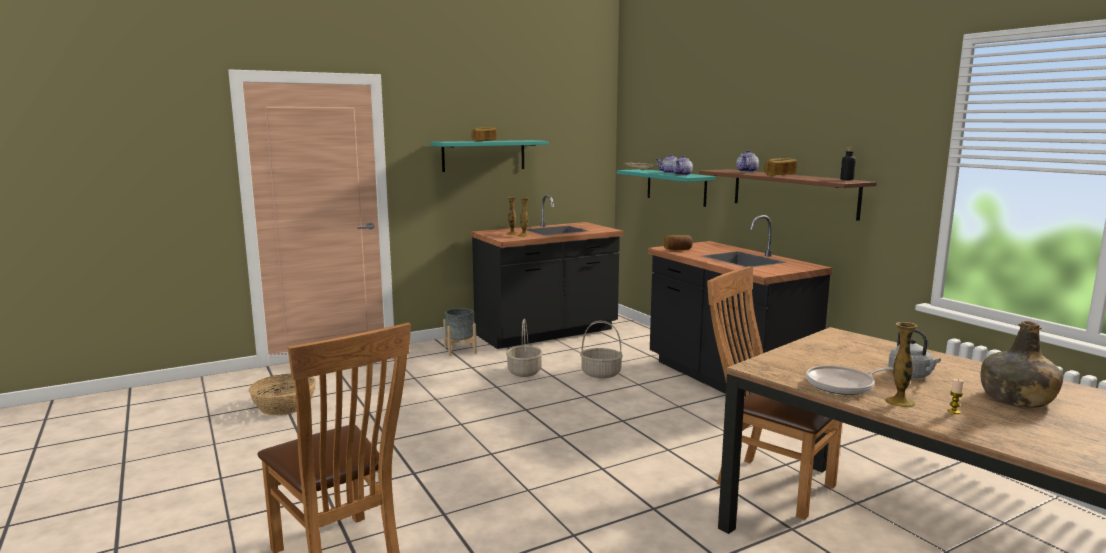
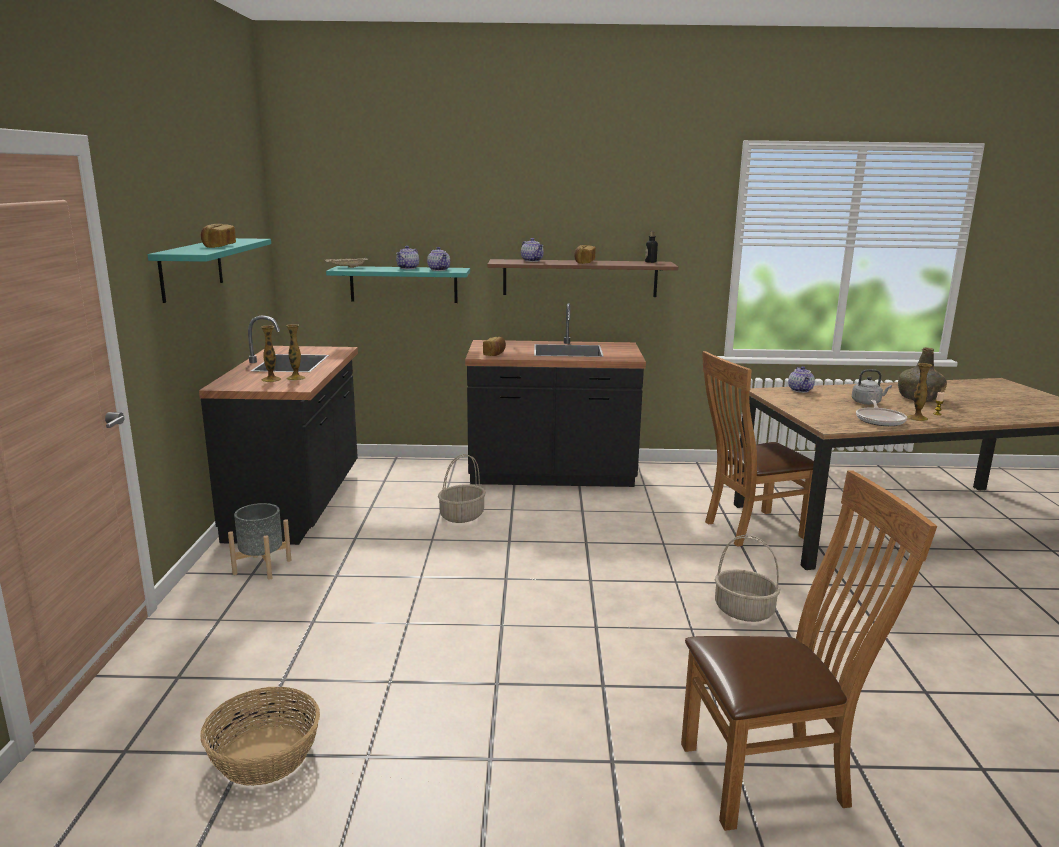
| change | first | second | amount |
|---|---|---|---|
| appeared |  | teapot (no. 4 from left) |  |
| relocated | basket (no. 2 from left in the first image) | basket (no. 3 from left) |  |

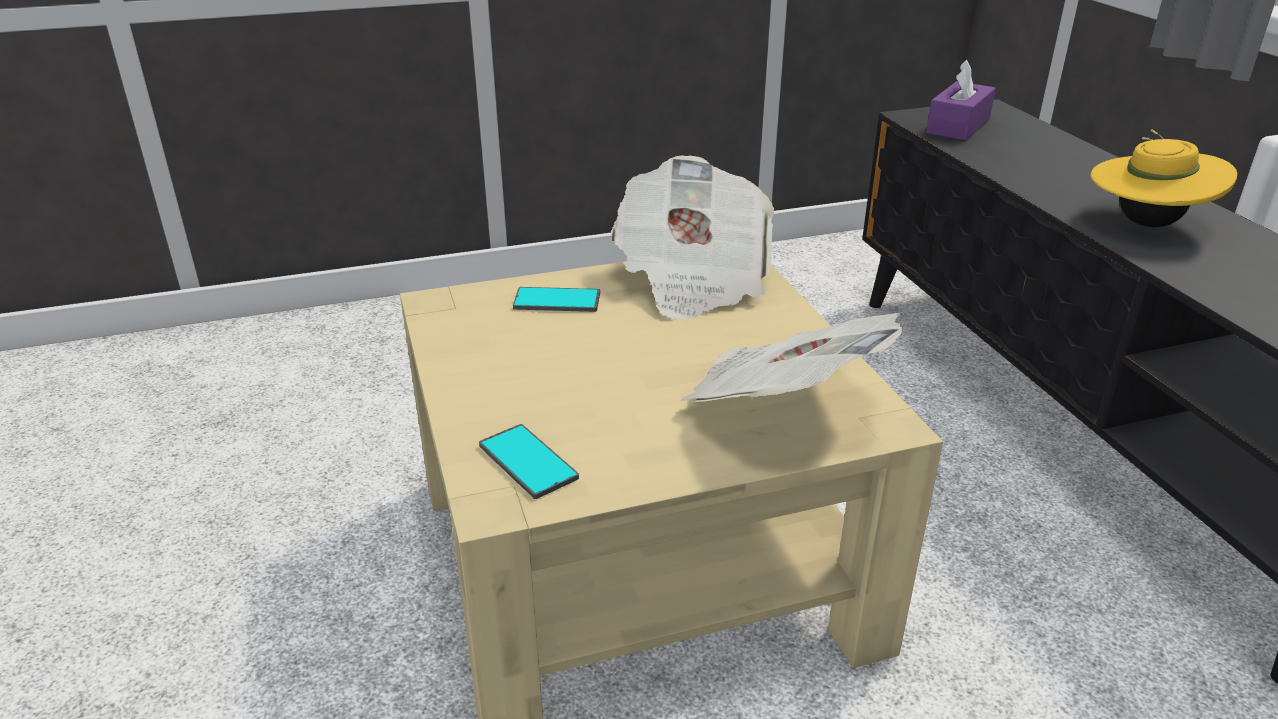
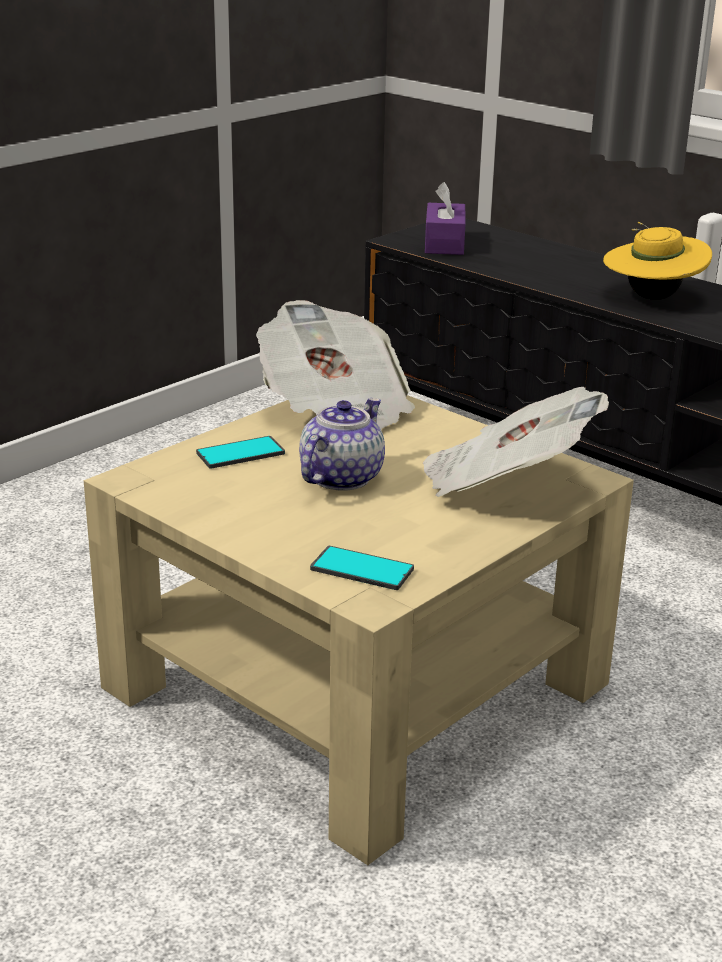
| change | first | second | amount |
|---|---|---|---|
| appeared |  | teapot |  |

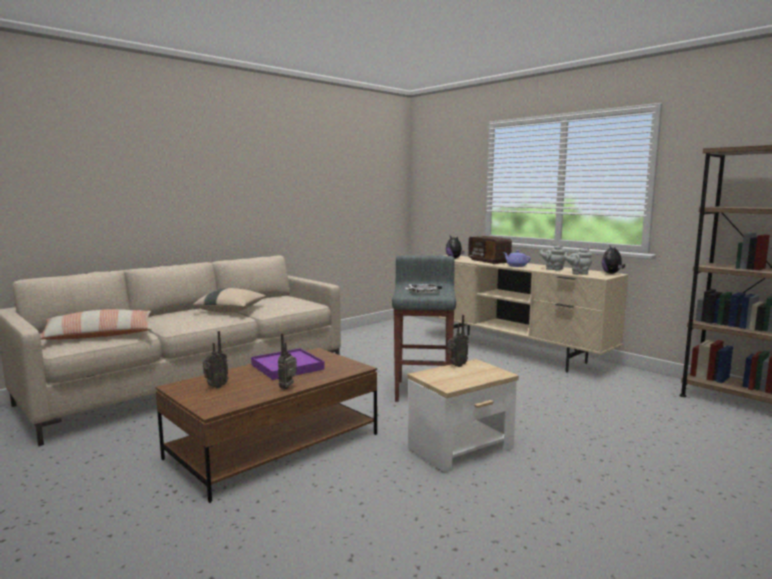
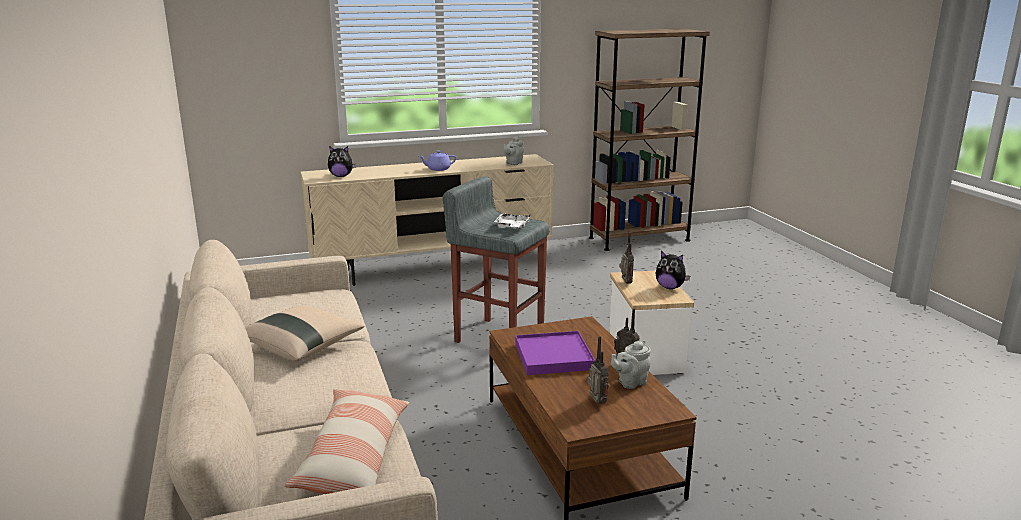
| change | first | second | amount |
|---|---|---|---|
| missing | radio (no. 4 from left) |  |  |
| relocated | grey teapot (no. 1 from left in the first image) | grey teapot (no. 2 from left) |  |
| relocated | plush toy (no. 2 from left) |  |  |

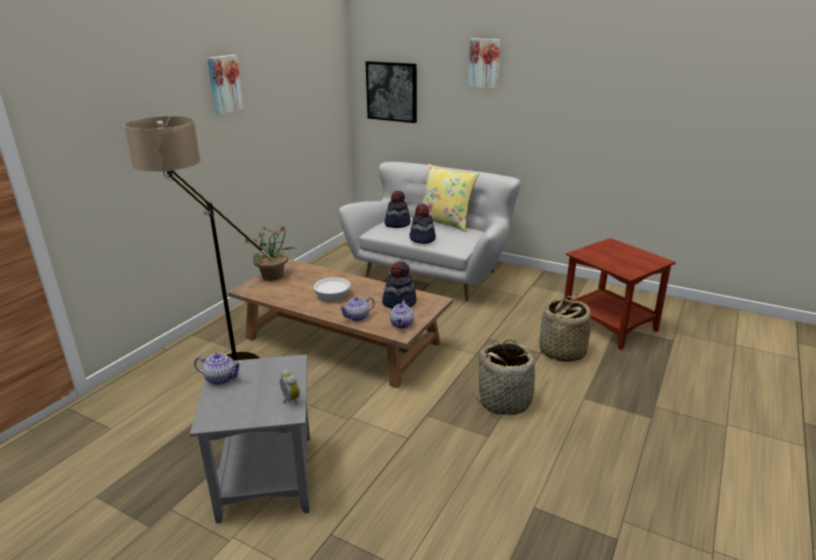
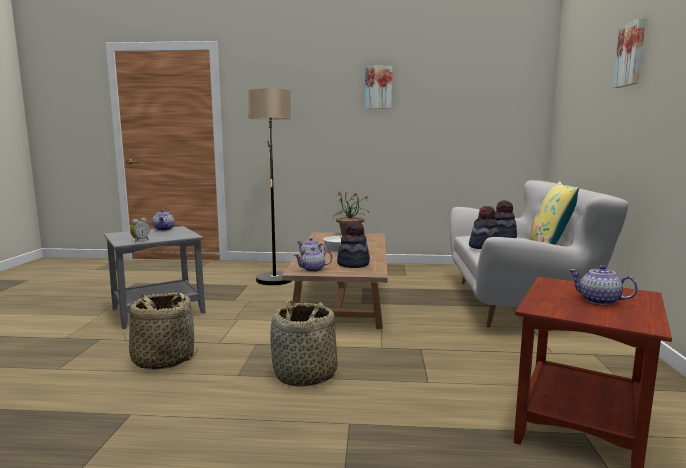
| change | first | second | amount |
|---|---|---|---|
| missing | picture (no. 2 from left) |  |  |
| appeared |  | teapot (no. 4 from left) |  |
| relocated | basket (no. 2 from left in the first image) | basket (no. 1 from left) |  |

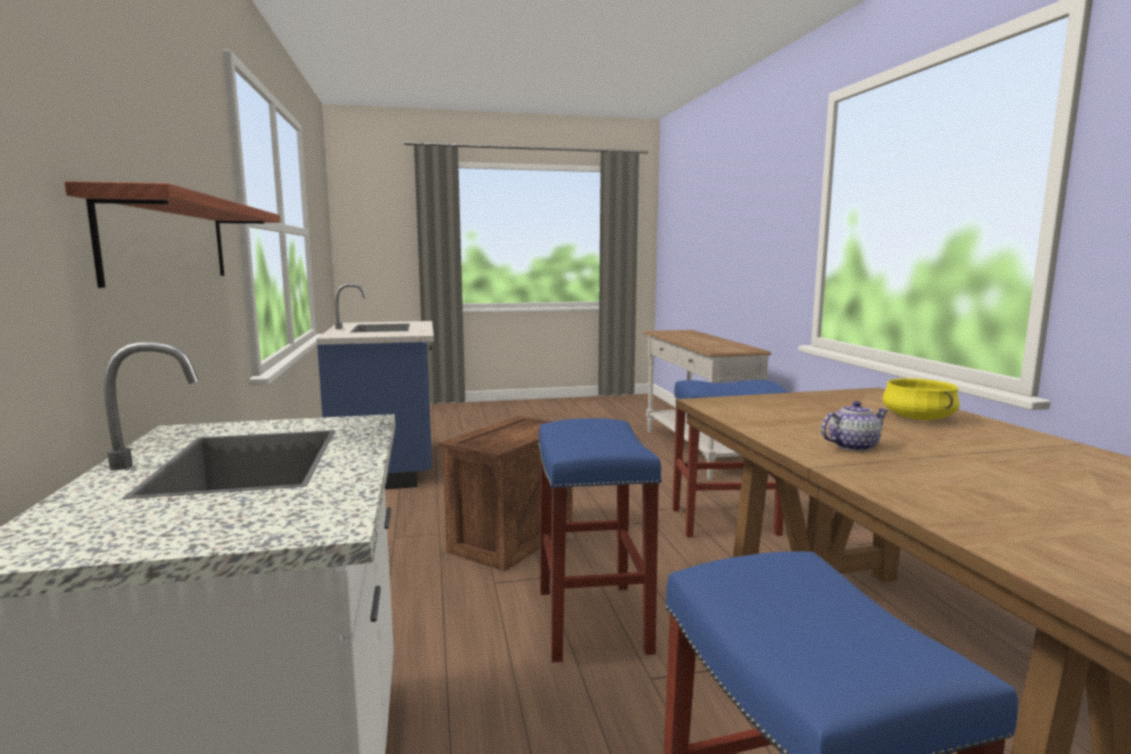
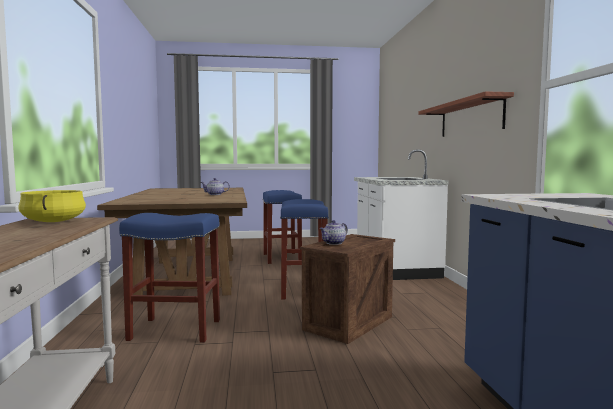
| change | first | second | amount |
|---|---|---|---|
| appeared |  | teapot (no. 2 from left) |  |
| relocated | yellow cooking pot |  |  |

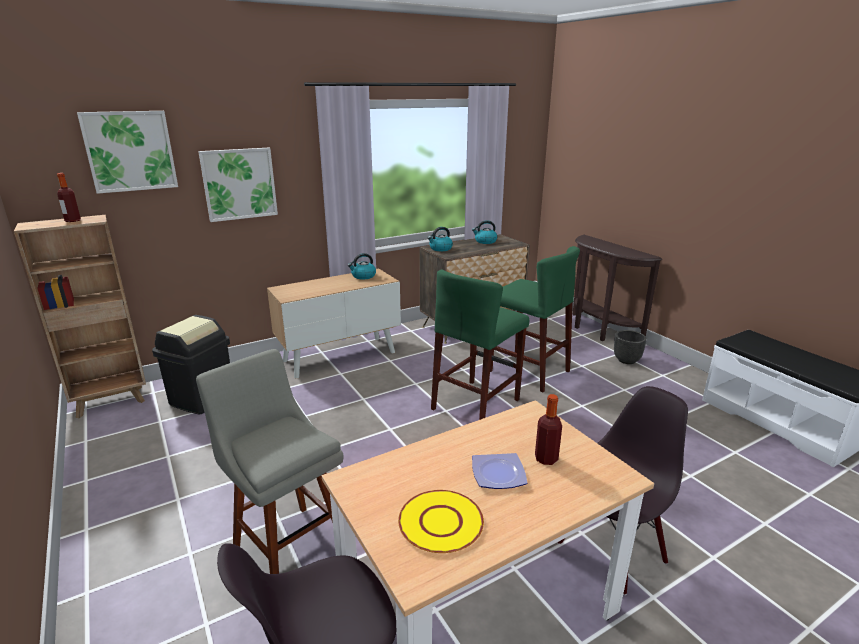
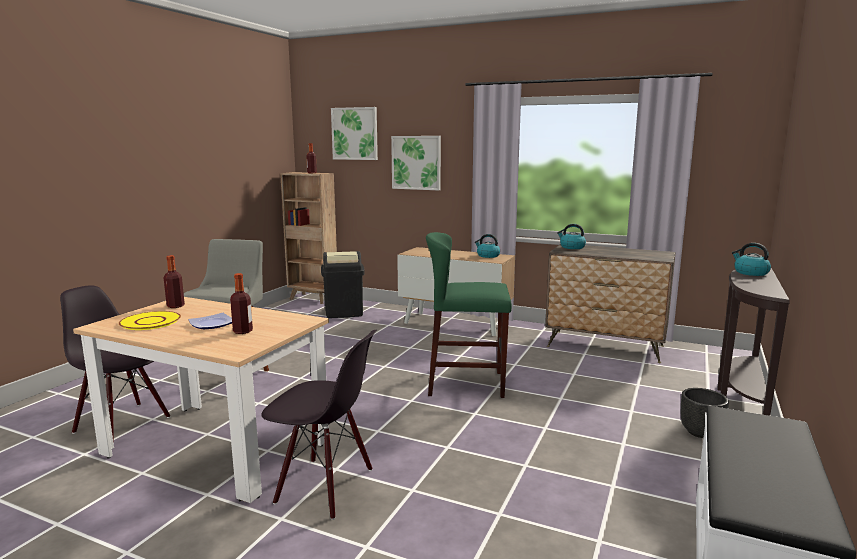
| change | first | second | amount |
|---|---|---|---|
| missing | green stool (no. 2 from left) |  |  |
| appeared |  | bottle (no. 1 from left) |  |
| relocated | kettle (no. 3 from left) |  |  |

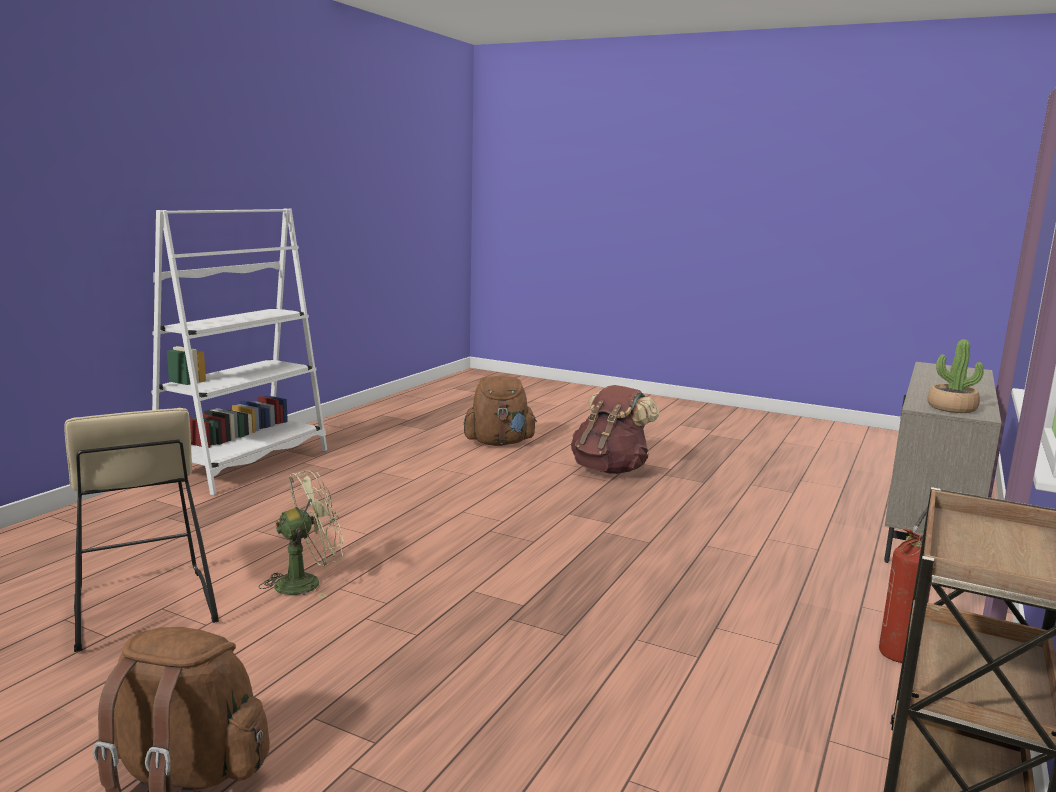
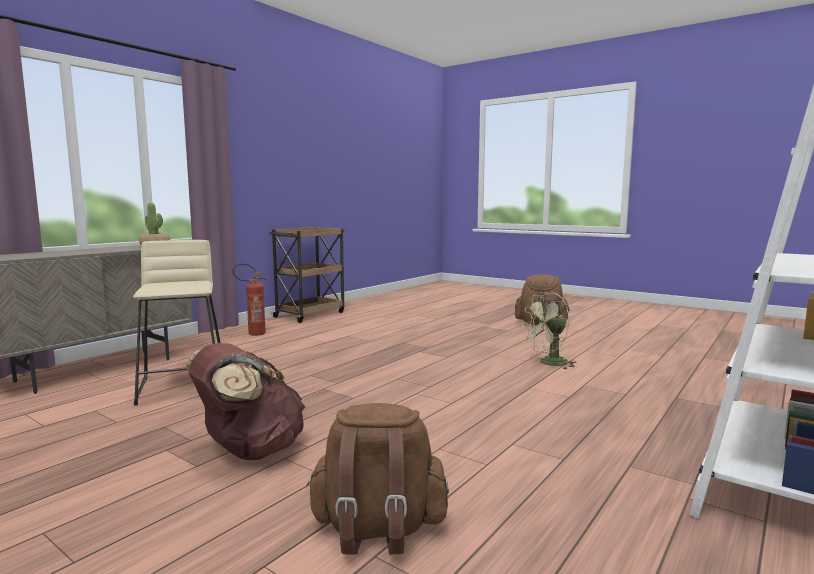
| change | first | second | amount |
|---|---|---|---|
| relocated | beige stool |  |  |

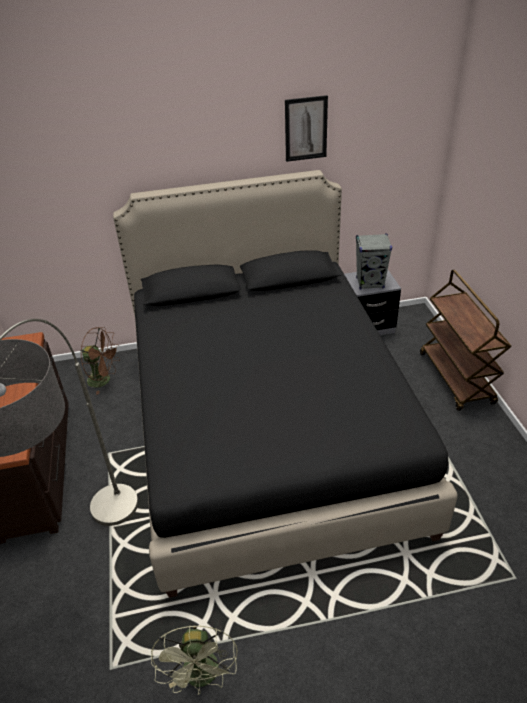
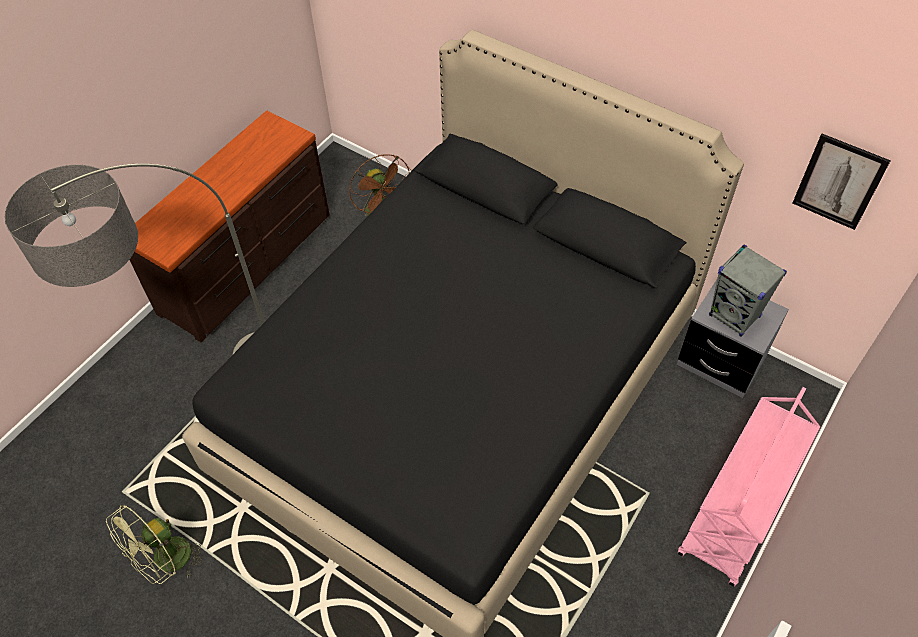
| change | first | second | amount |
|---|---|---|---|
| relocated | picture |  |  |
| colour | brown cart | pink cart |  |

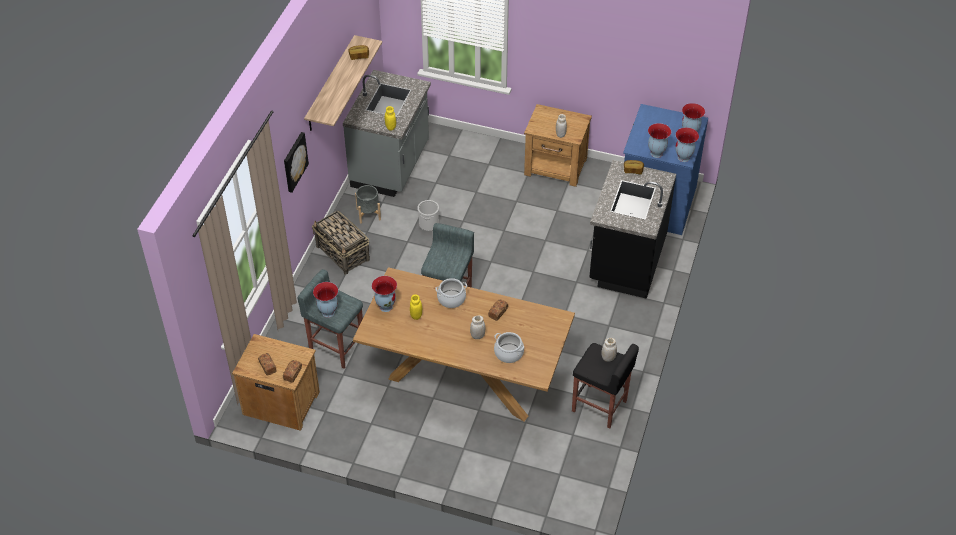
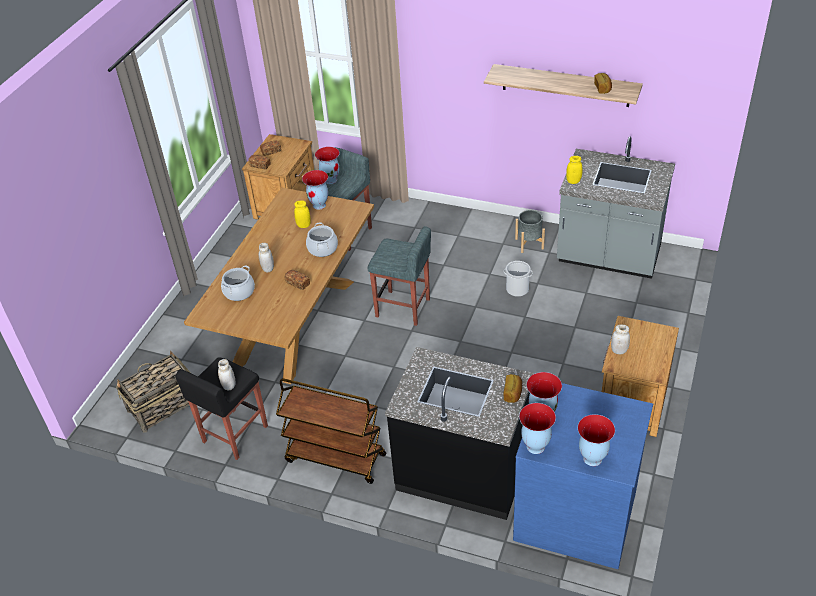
| change | first | second | amount |
|---|---|---|---|
| missing | picture |  |  |
| appeared |  | brown cart |  |
| relocated | basket |  |  |

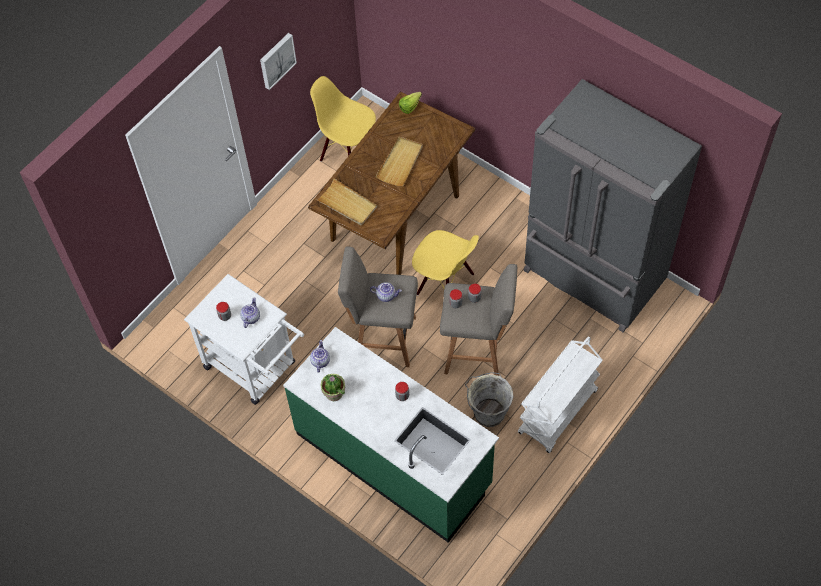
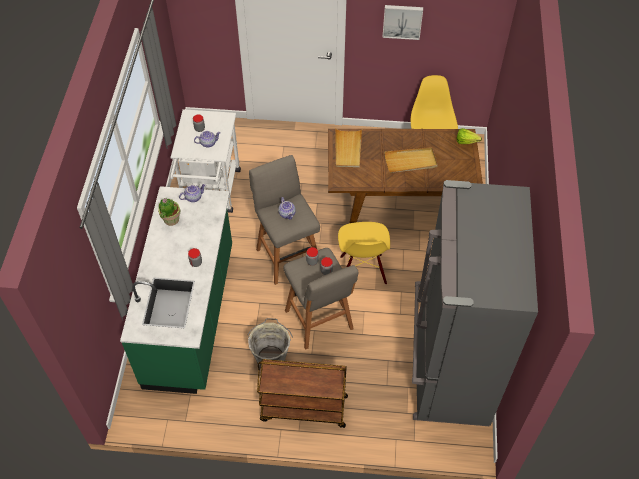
| change | first | second | amount |
|---|---|---|---|
| colour | white cart (no. 2 from left) | brown cart |  |

